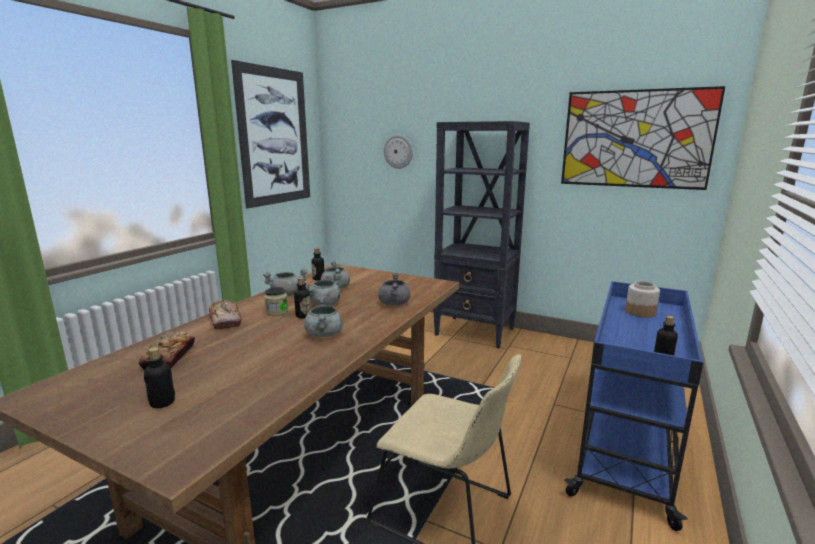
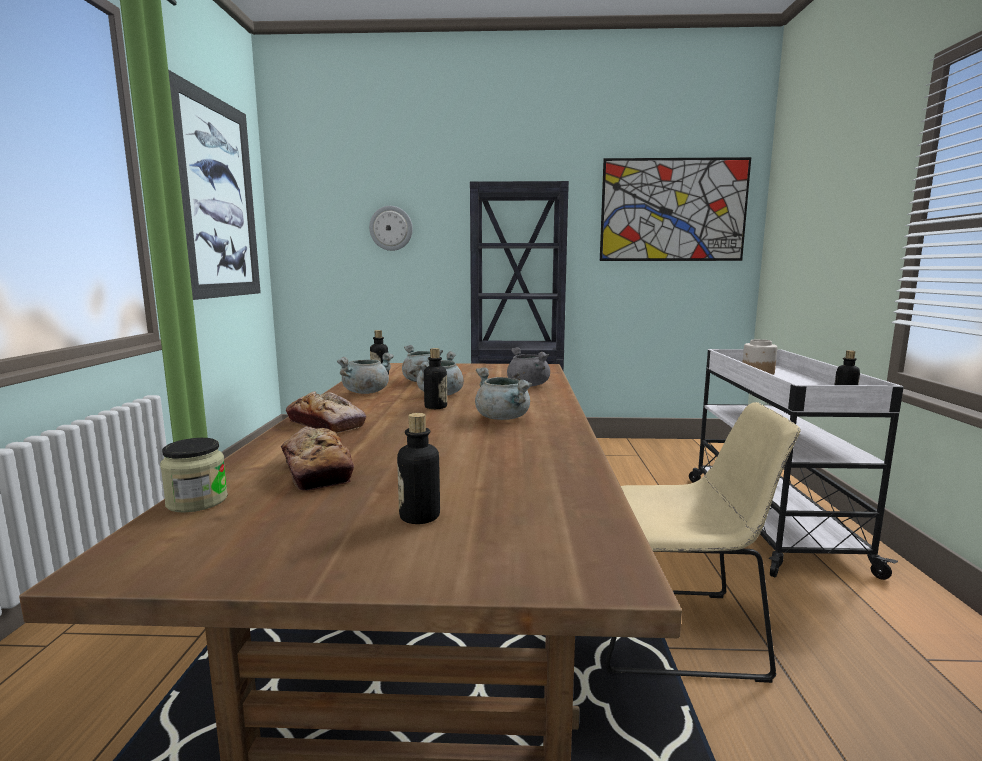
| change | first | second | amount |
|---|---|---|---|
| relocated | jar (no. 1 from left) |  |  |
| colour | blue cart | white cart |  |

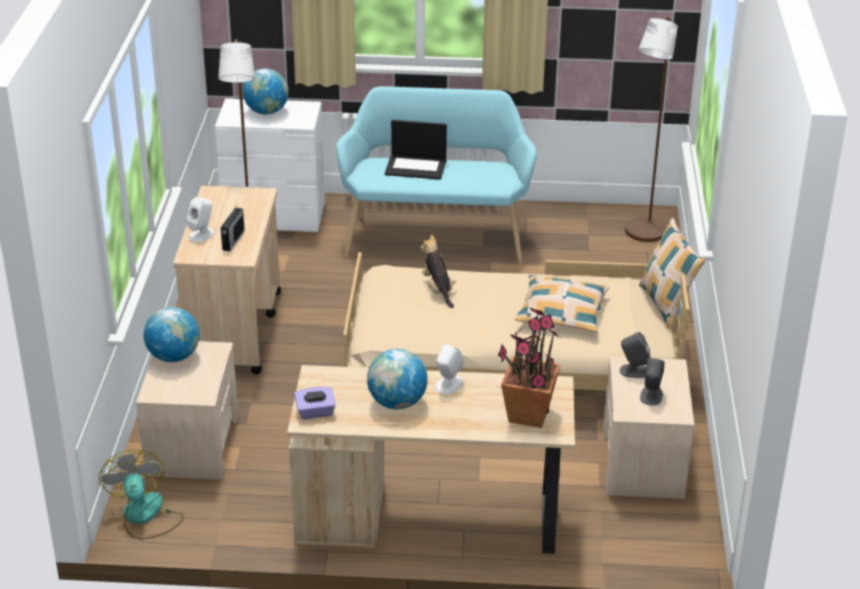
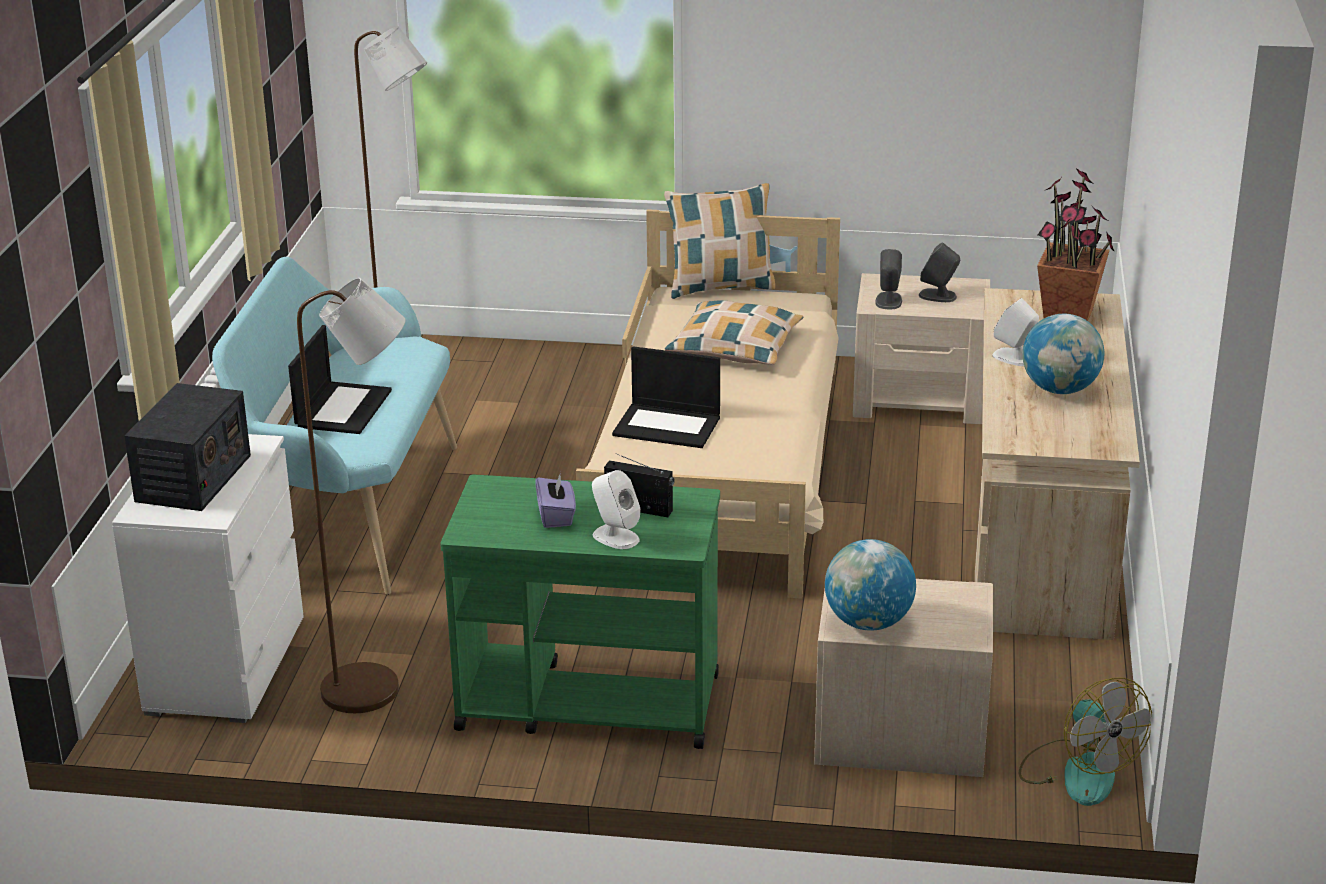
| change | first | second | amount |
|---|---|---|---|
| relocated | purple tissue box |  |  |
| exchanged | globe (no. 2 from left) | radio (no. 1 from left) |  |
| exchanged | plush toy | laptop (no. 2 from left) |  |
| colour | beige cart | green cart |  |
| spun | fan |  | 105 degrees counterclockwise |

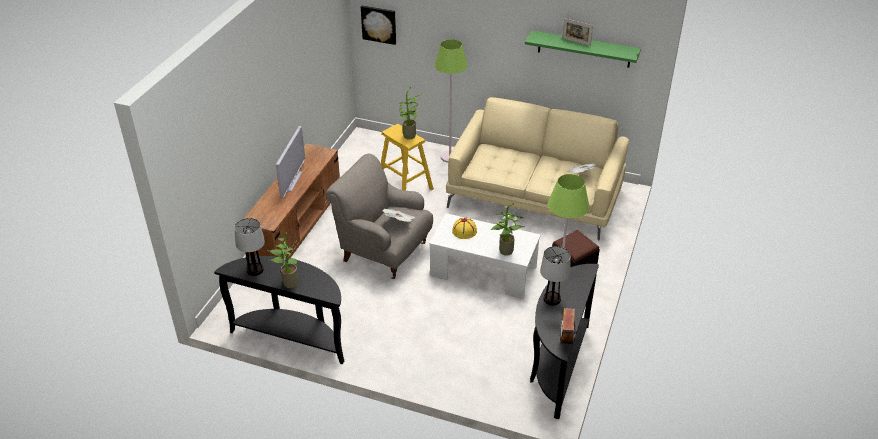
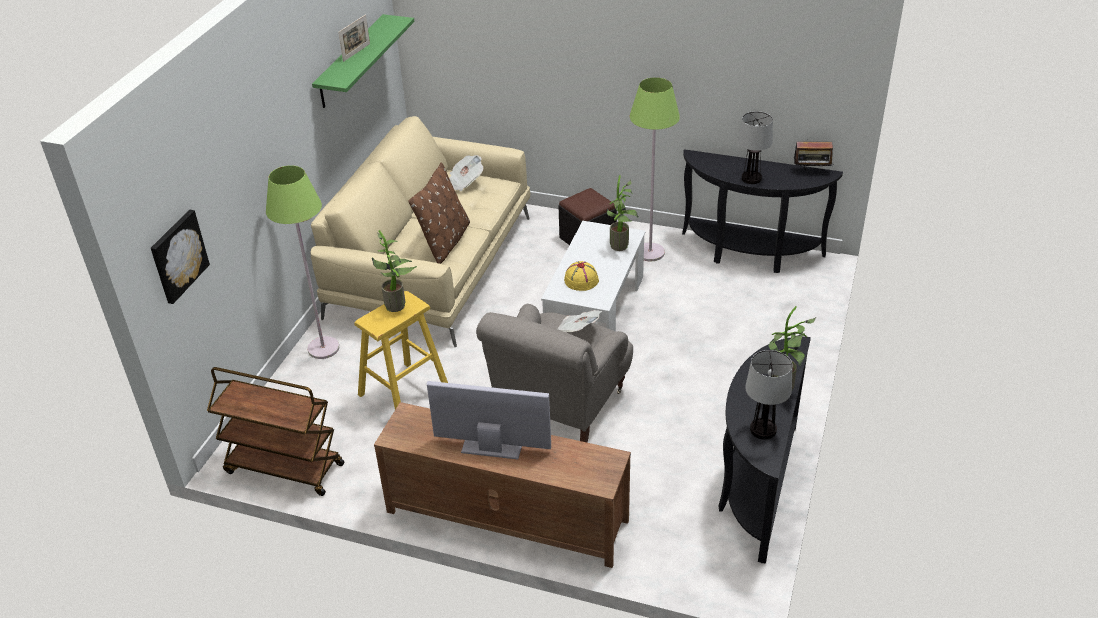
| change | first | second | amount |
|---|---|---|---|
| appeared |  | brown cart |  |
| appeared |  | brown pillow |  |

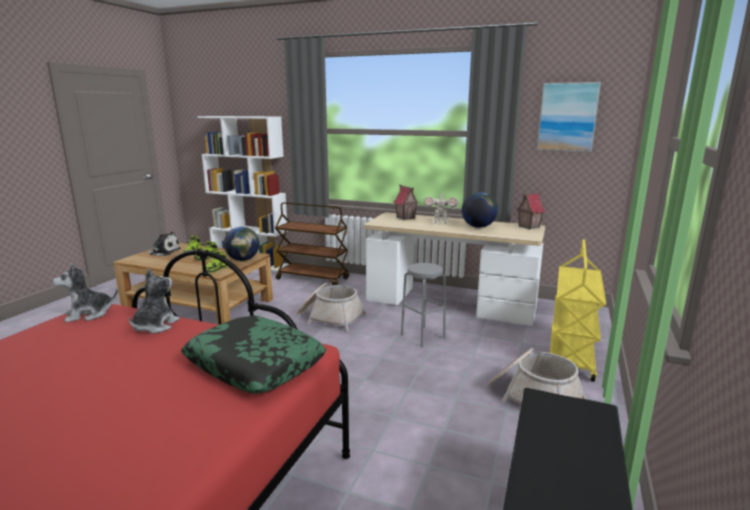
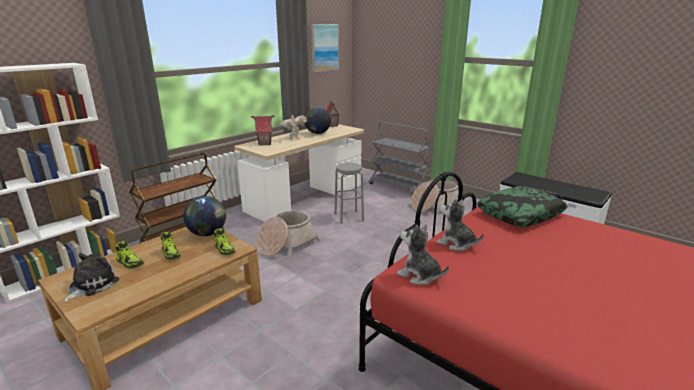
| change | first | second | amount |
|---|---|---|---|
| colour | yellow cart | grey cart |  |
| spun | plush toy (no. 1 from left in the first image) | plush toy (no. 2 from left) | 135 degrees clockwise |

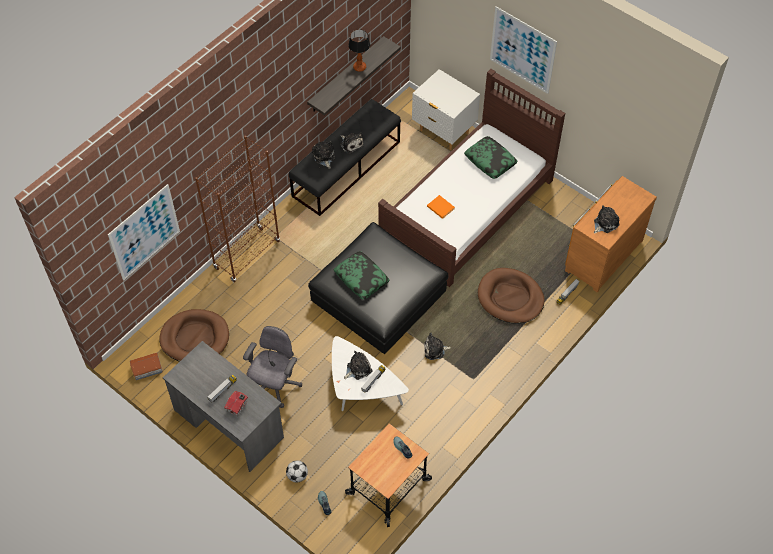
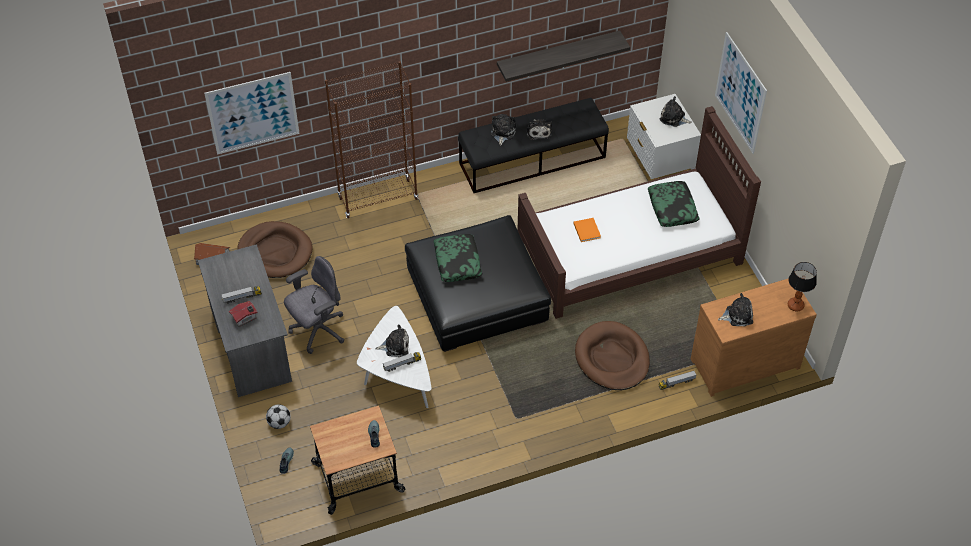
| change | first | second | amount |
|---|---|---|---|
| relocated | table lamp |  |  |
| relocated | plush toy (no. 4 from left) |  |  |

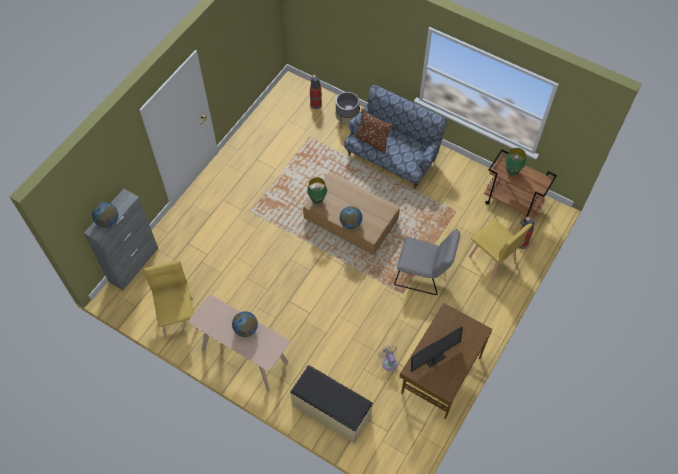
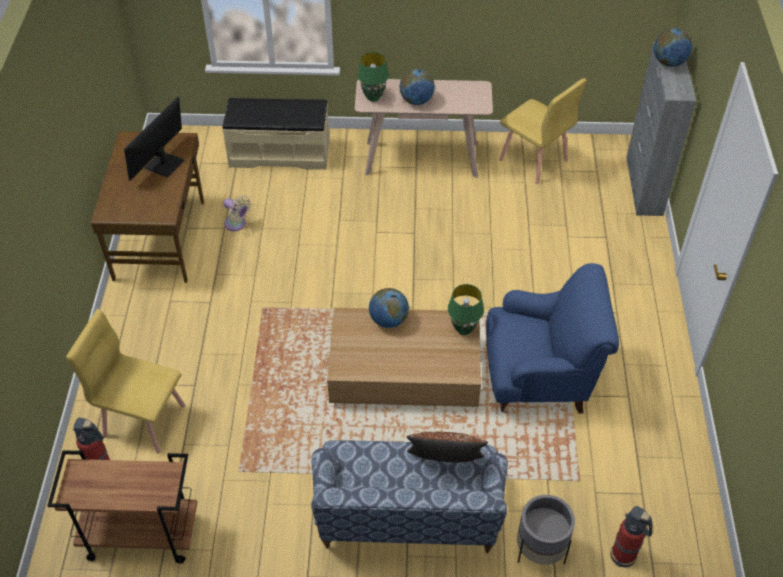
| change | first | second | amount |
|---|---|---|---|
| missing | grey chair |  |  |
| appeared |  | blue armchair |  |
| relocated | green table lamp (no. 2 from left in the first image) | green table lamp (no. 1 from left) |  |

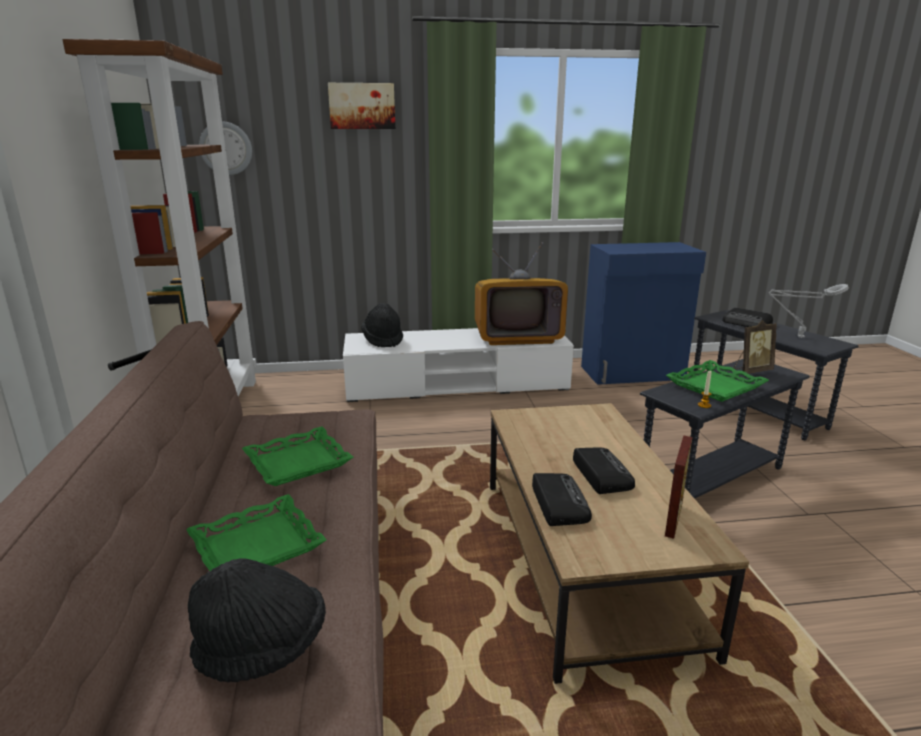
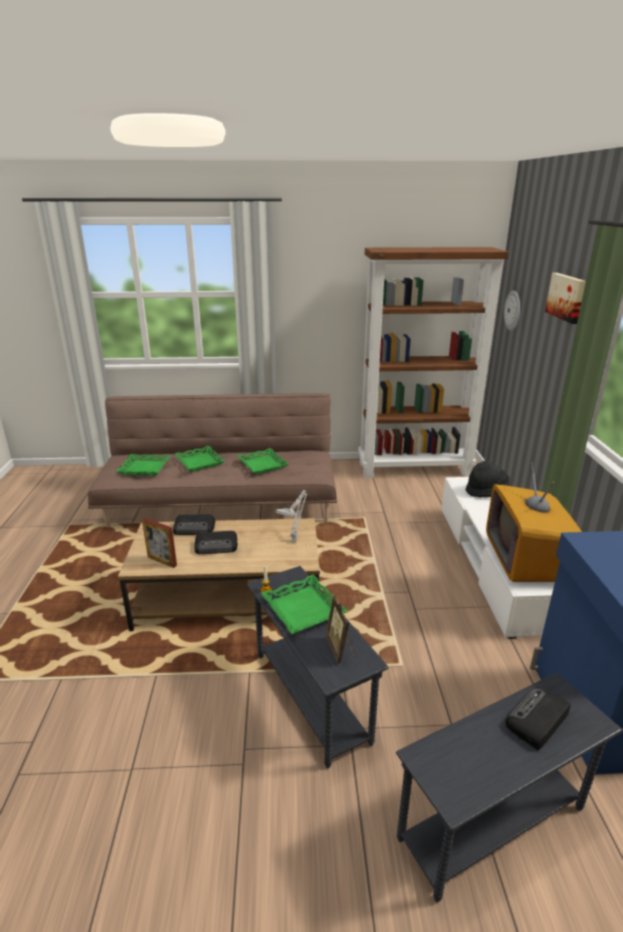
| change | first | second | amount |
|---|---|---|---|
| relocated | grey table lamp |  |  |
| exchanged | black hat (no. 1 from left) | green tray (no. 1 from left) |  |

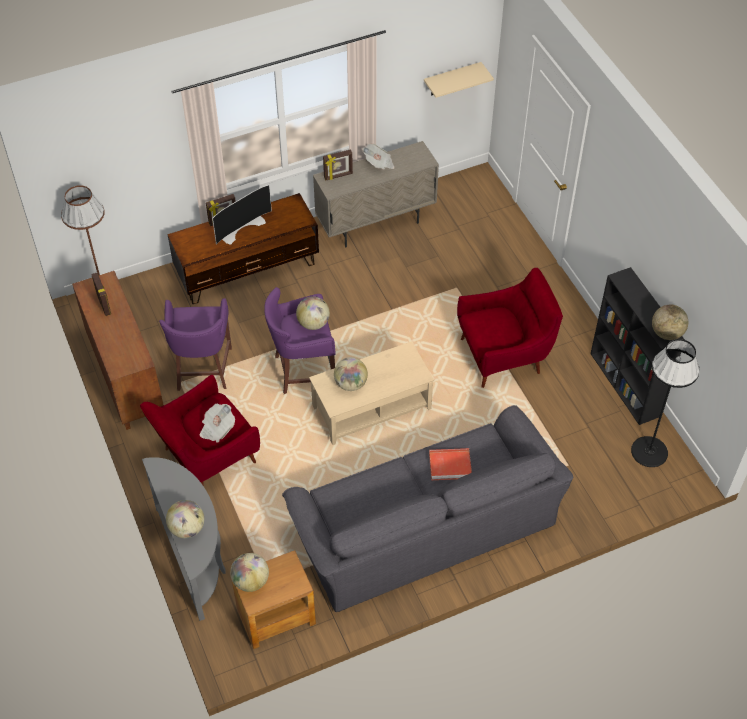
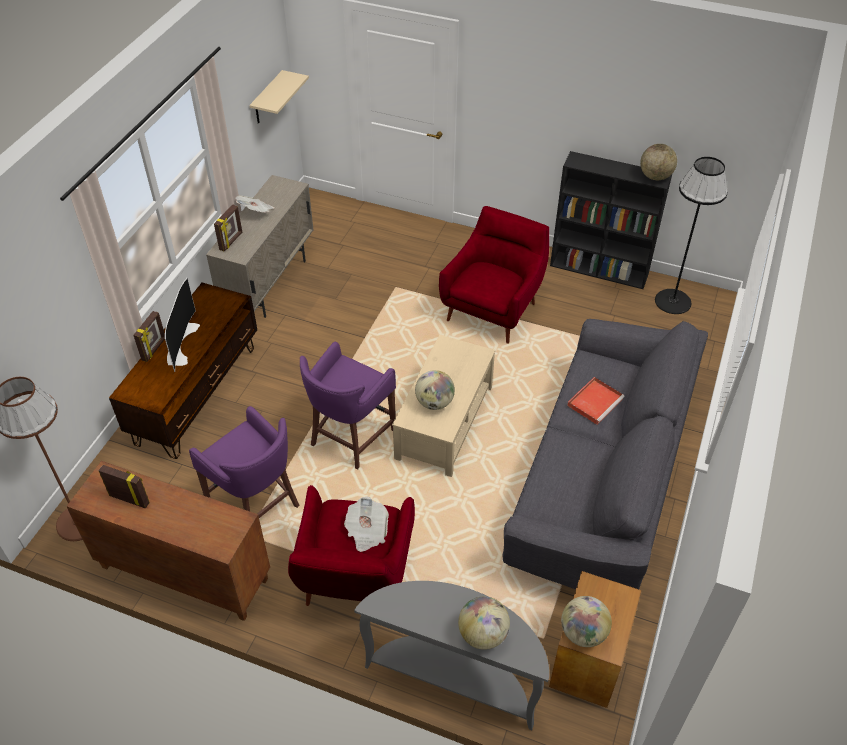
| change | first | second | amount |
|---|---|---|---|
| missing | globe (no. 3 from left) |  |  |

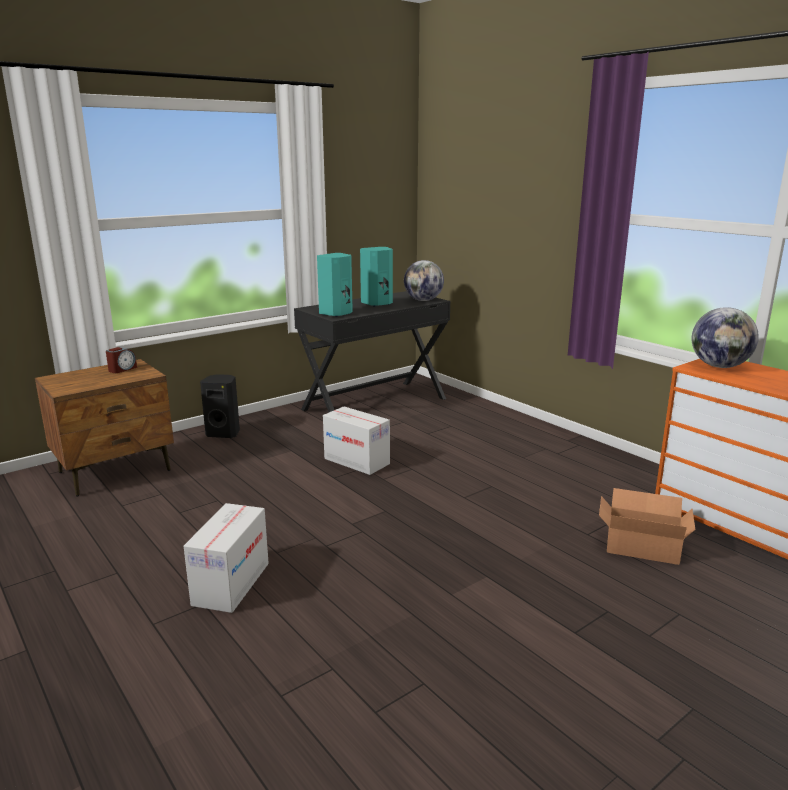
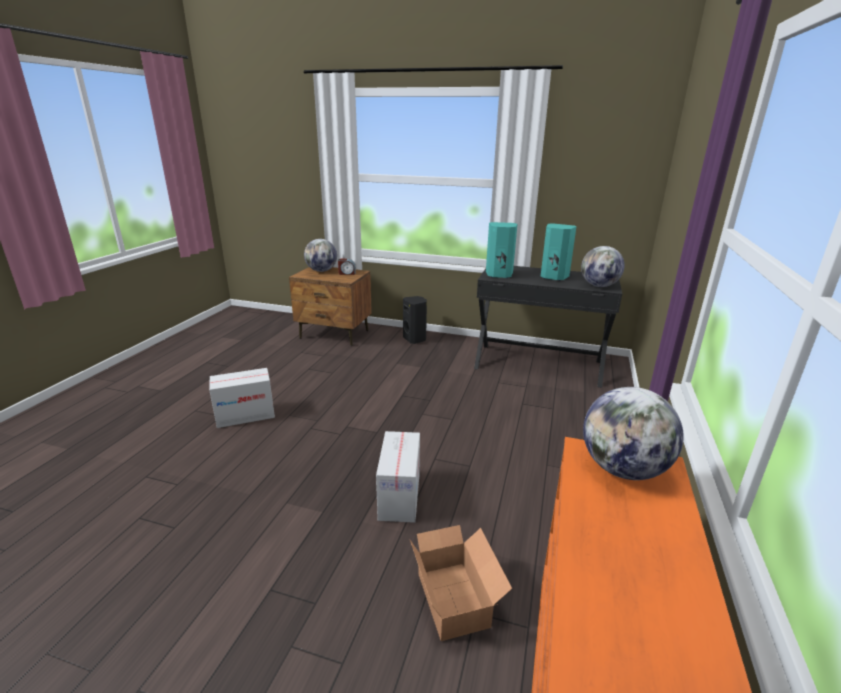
| change | first | second | amount |
|---|---|---|---|
| appeared |  | globe (no. 1 from left) |  |
| relocated | cardboard box (no. 2 from left) |  |  |

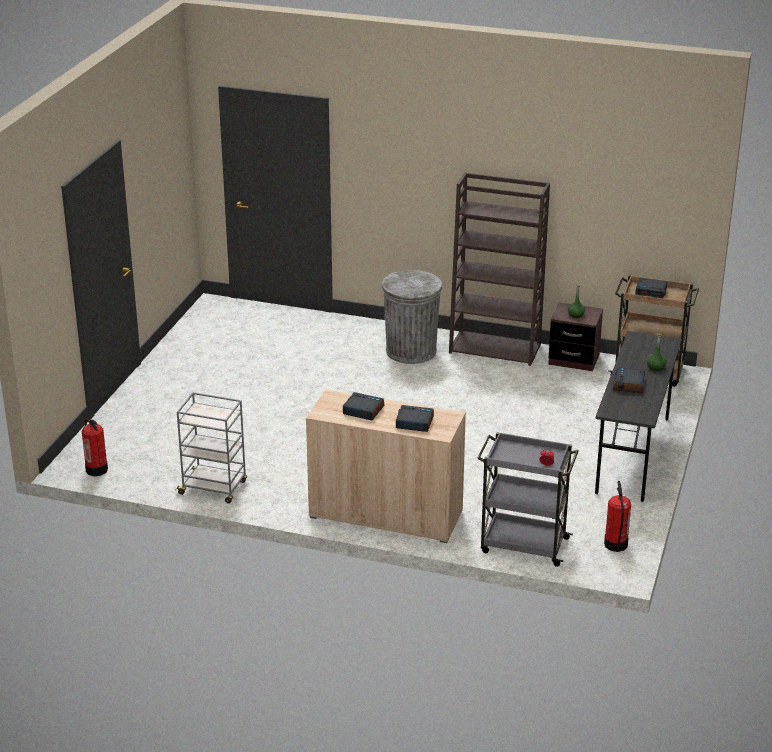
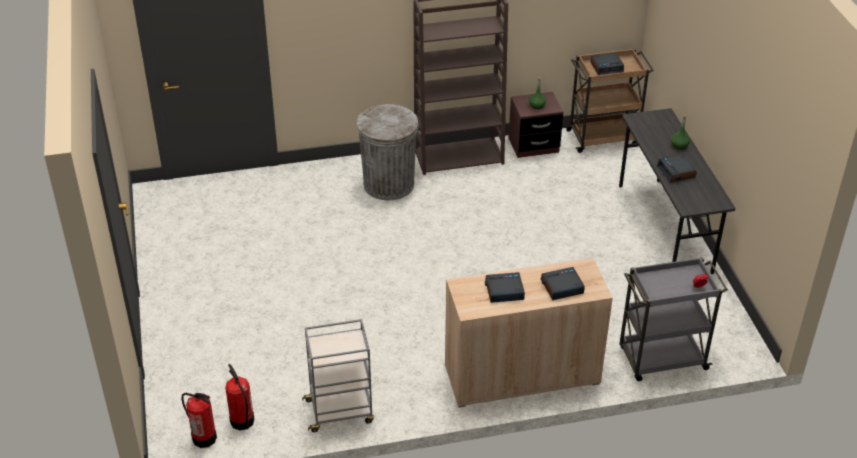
| change | first | second | amount |
|---|---|---|---|
| relocated | fire extinguisher (no. 2 from left) |  |  |

